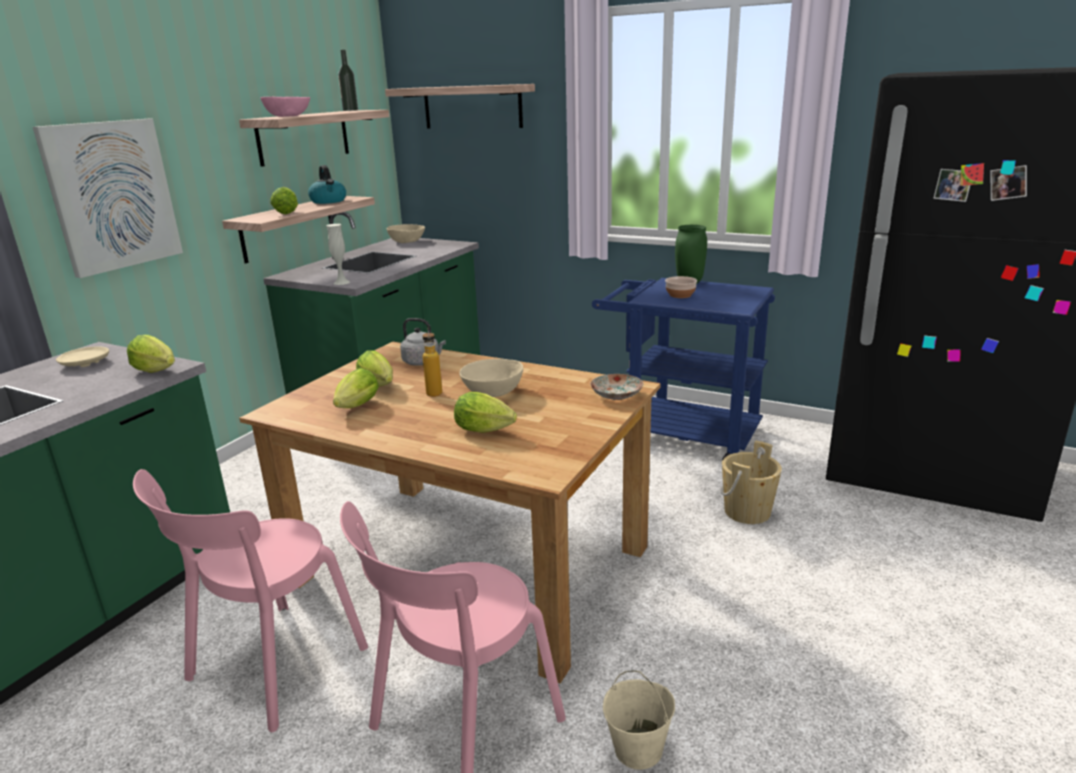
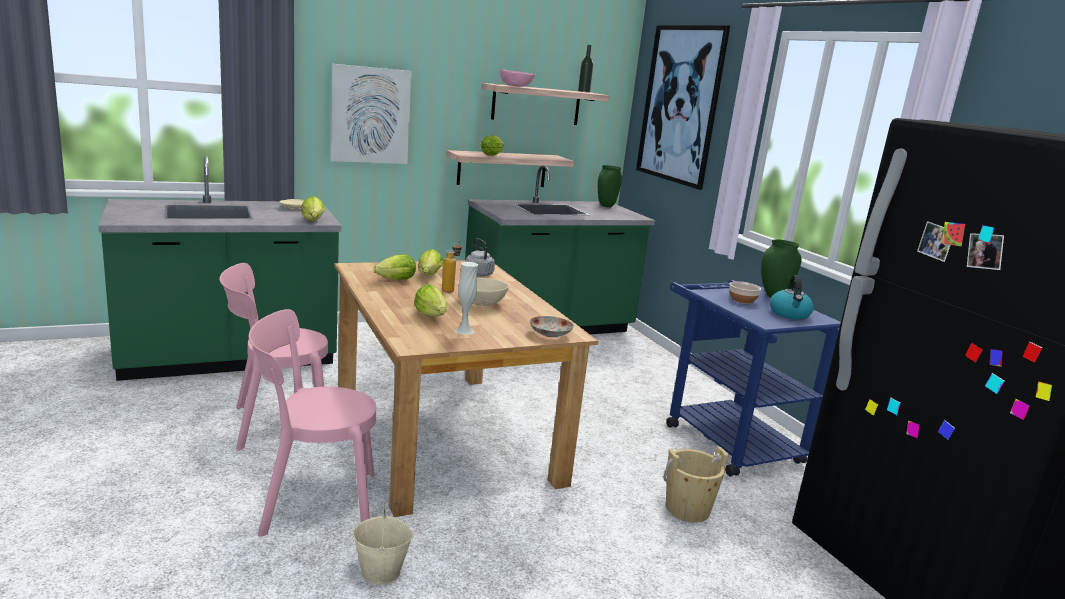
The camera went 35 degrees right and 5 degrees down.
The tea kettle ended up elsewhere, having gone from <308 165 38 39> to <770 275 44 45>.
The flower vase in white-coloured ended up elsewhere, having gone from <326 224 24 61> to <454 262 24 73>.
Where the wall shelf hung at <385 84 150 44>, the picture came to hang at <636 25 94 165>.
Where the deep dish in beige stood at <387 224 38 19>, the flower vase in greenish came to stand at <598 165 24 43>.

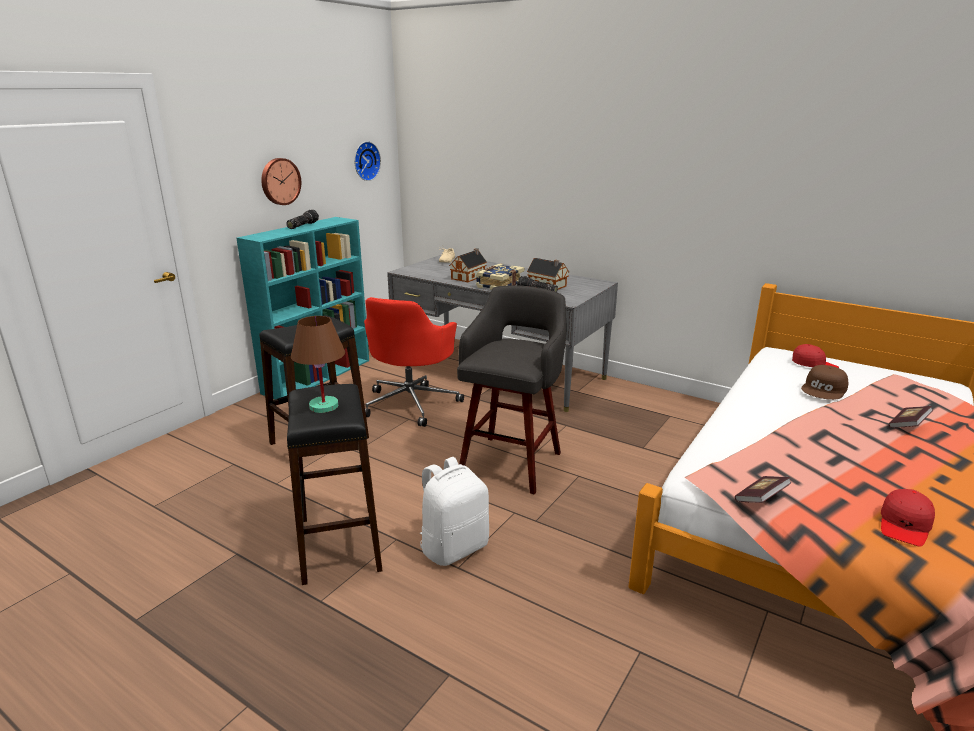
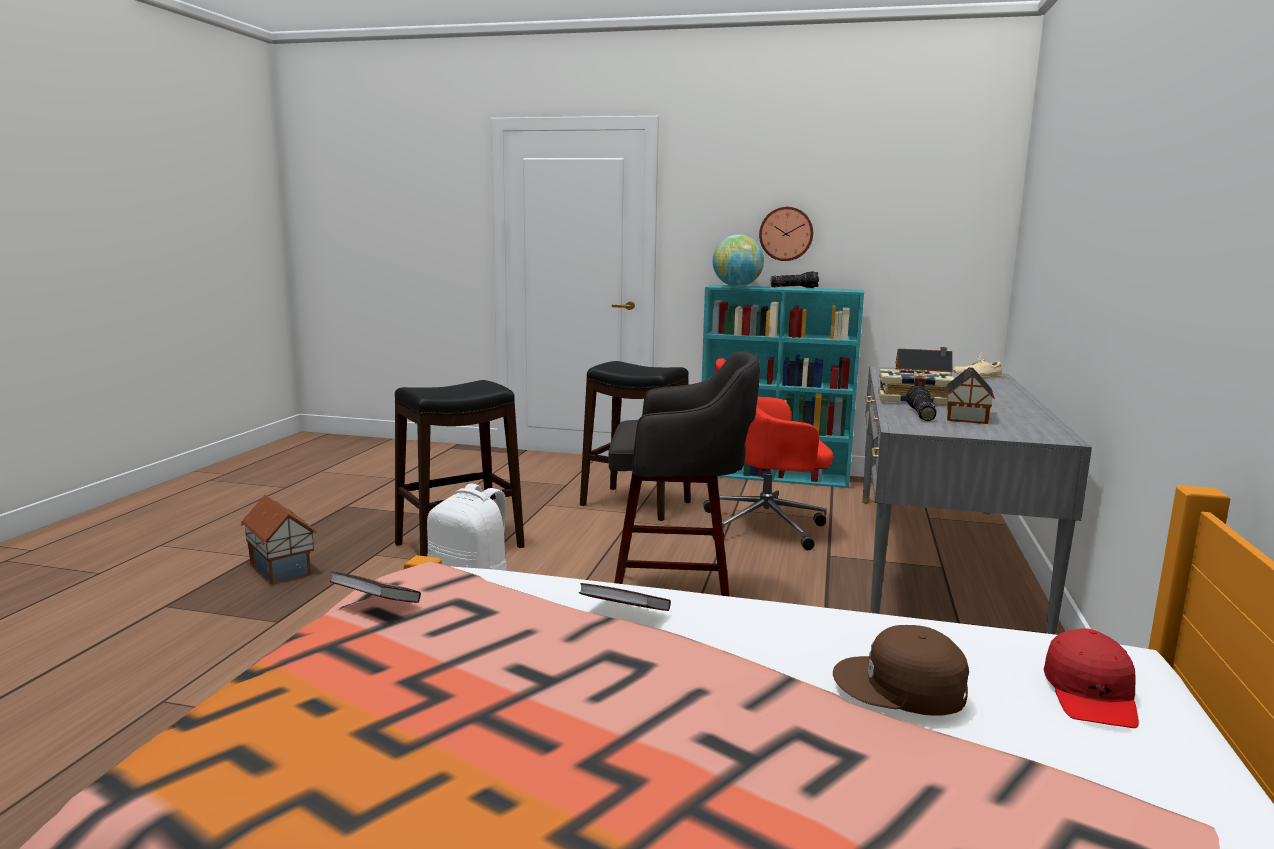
The camera went 70 degrees right and 10 degrees down.
The second view lost the lamp for a table in brownish at <291 316 54 97>.
The second view lost the wall clock at <354 141 27 40>.
The second view lost the peaked cap in red-coloured at <881 489 54 58>.
The bound book ended up elsewhere, having gone from <889 406 44 22> to <579 583 92 28>.
The second view gained the model house at <240 495 77 89>.
The second view gained the globe at <713 235 51 52>.

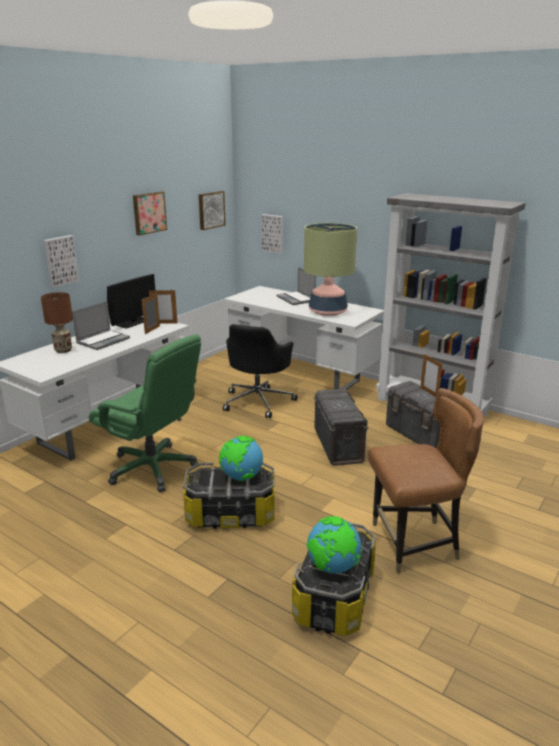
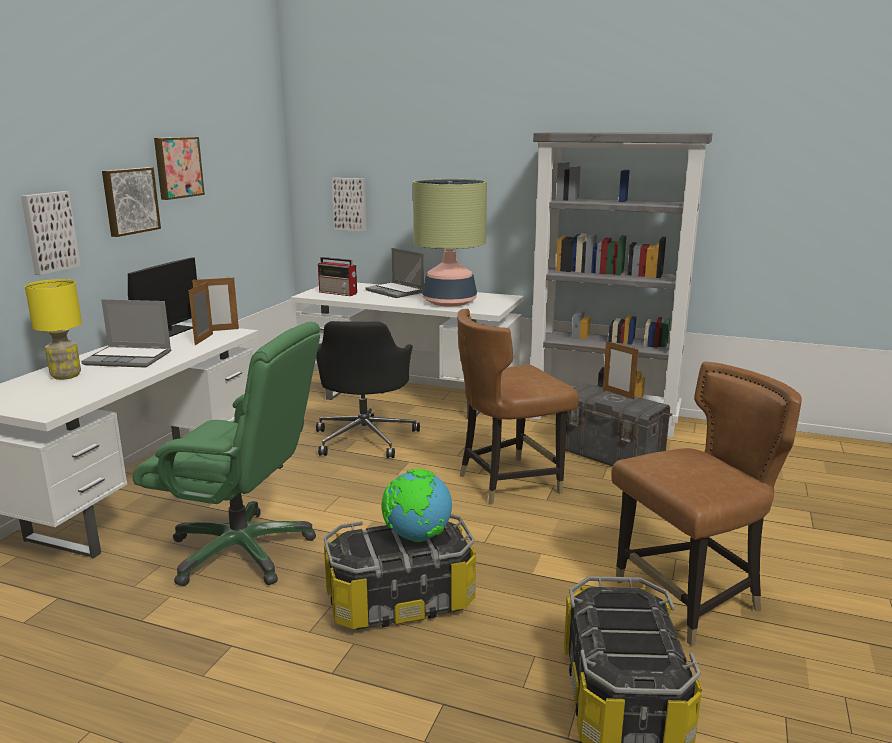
The camera went 15 degrees left and 5 degrees down.
What was the lamp for a table in brownish at <41 292 32 61> turned into the lamp for a table in yellow-coloured at <25 279 57 101>.
The laptop at <72 301 58 49> ended up facing another way, 75 degrees clockwise from before.
The picture ended up elsewhere, having gone from <199 191 27 39> to <102 167 59 70>.
The second view lost the globe at <306 516 56 58>.
Where the storage bin in grey stood at <314 389 54 77>, the upright chair in brownish came to stand at <457 309 122 195>.
The second view gained the radio set at <318 257 39 39>.

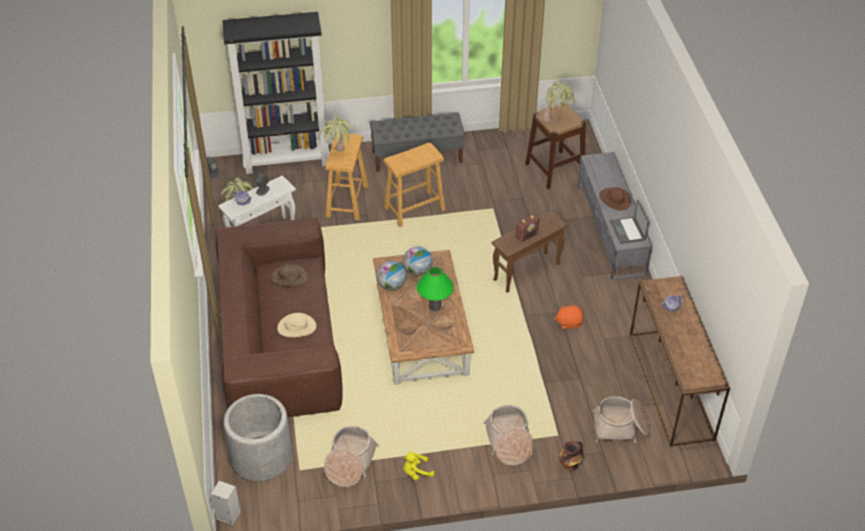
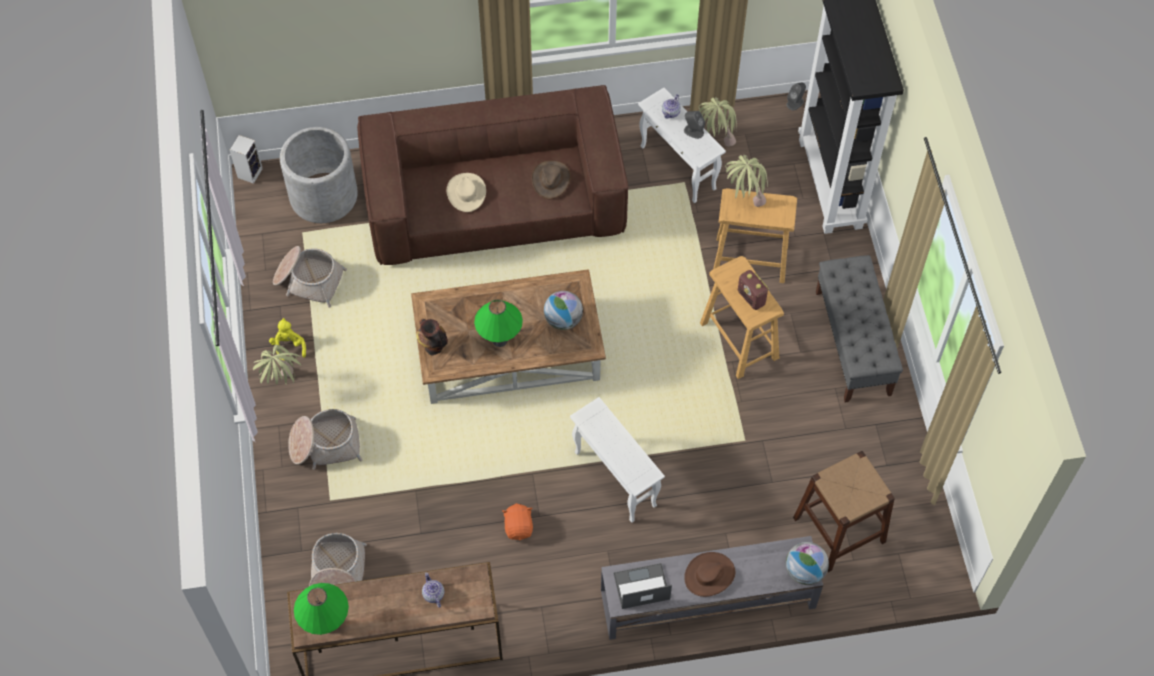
The camera went 90 degrees right and 15 degrees up.
The globe ended up elsewhere, having gone from <377 261 30 30> to <786 542 43 43>.
What was the side table in brownish at <491 211 77 82> turned into the side table in white-coloured at <570 397 95 126>.
The radio set ended up elsewhere, having gone from <516 214 23 28> to <738 270 31 40>.
The potted plant ended up elsewhere, having gone from <542 81 33 41> to <253 345 49 40>.
The flower vase ended up elsewhere, having gone from <559 441 25 31> to <416 319 32 36>.
The second view gained the lamp for a table in greenish at <294 583 55 52>.

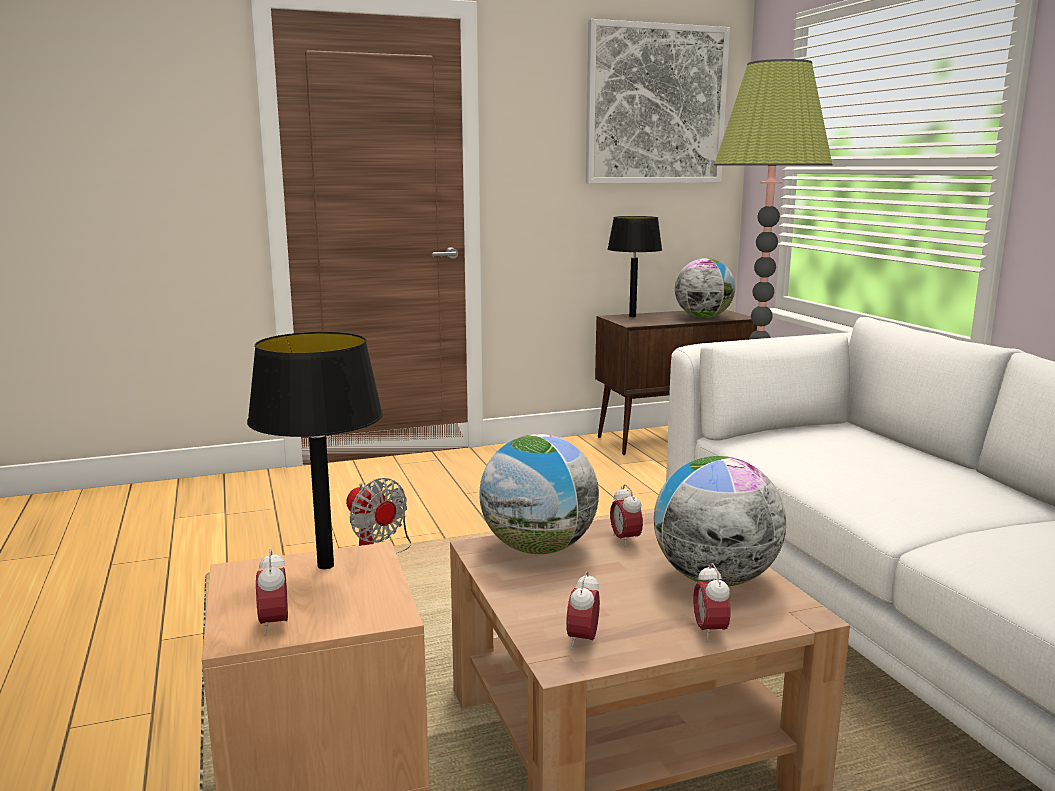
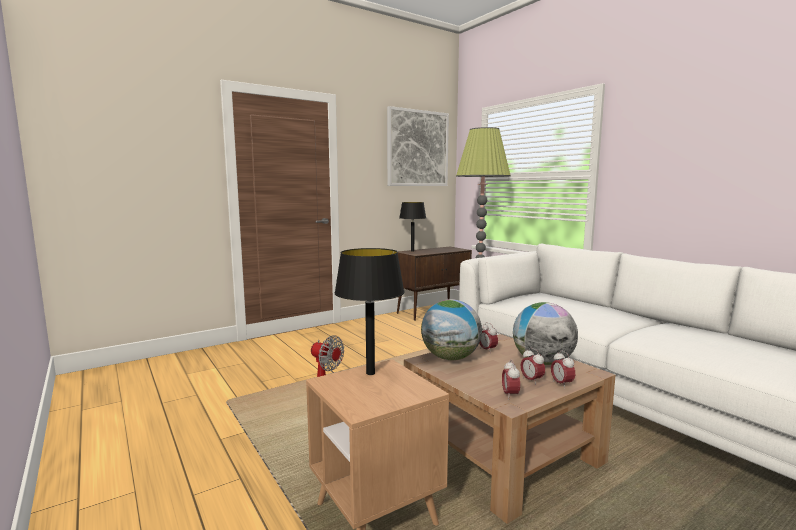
The camera went 15 degrees left and 5 degrees down.
The alarm clock ended up elsewhere, having gone from <256 549 32 87> to <521 348 24 37>.
The second view lost the globe at <675 258 60 60>.

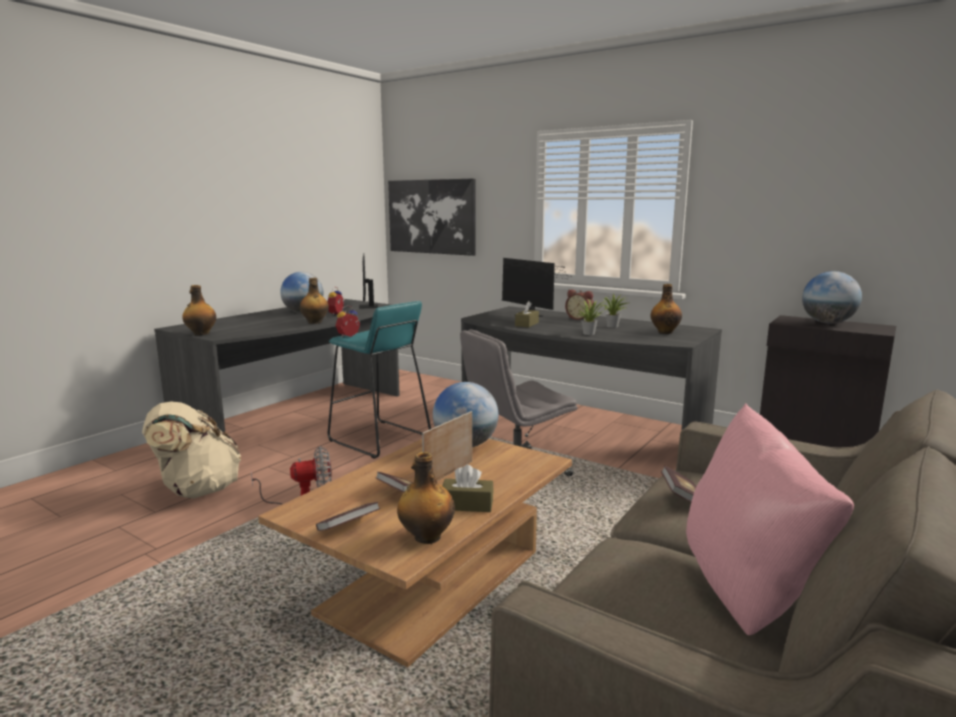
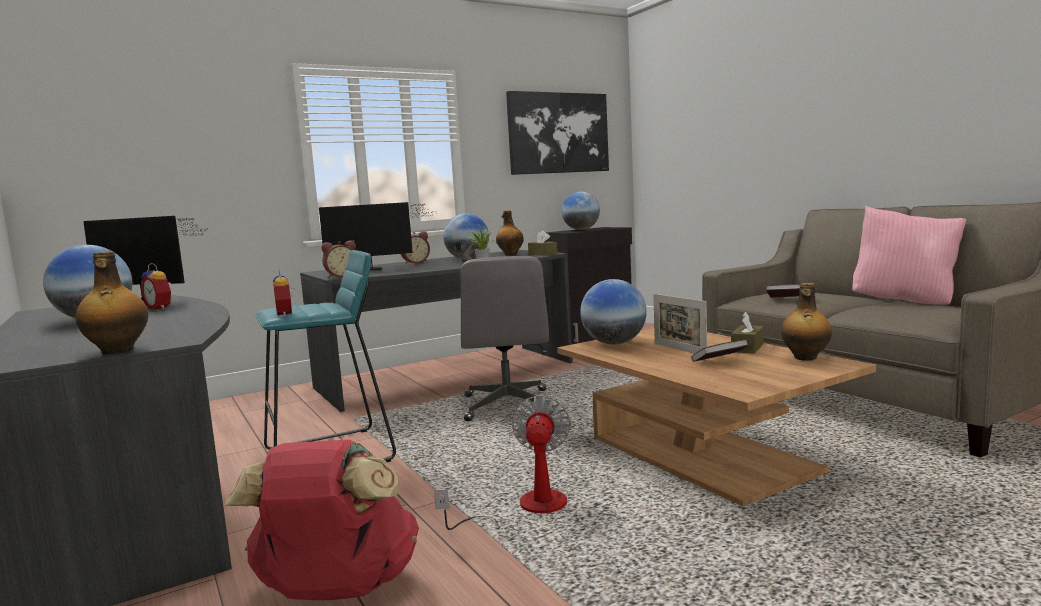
The camera went 65 degrees left and 5 degrees down.
What was the backpack in beige at <142 401 99 98> turned into the backpack in red-coloured at <225 440 194 160>.
The second view lost the beverage bottle at <300 278 29 46>.
The second view lost the bound book at <316 502 65 29>.
The picture ended up elsewhere, having gone from <388 178 88 78> to <506 91 103 84>.
The box of tissues in brownish ended up elsewhere, having gone from <515 301 24 26> to <528 231 29 25>.
Where the potted plant stood at <604 293 23 35>, the globe came to stand at <443 214 46 45>.
The second view gained the alarm clock at <321 240 35 38>.

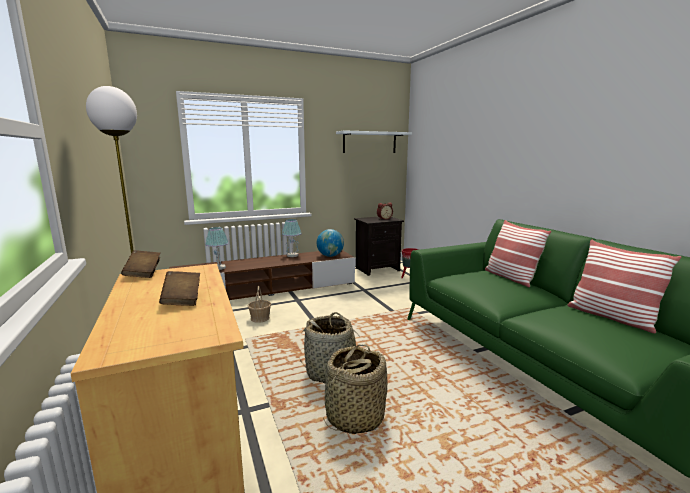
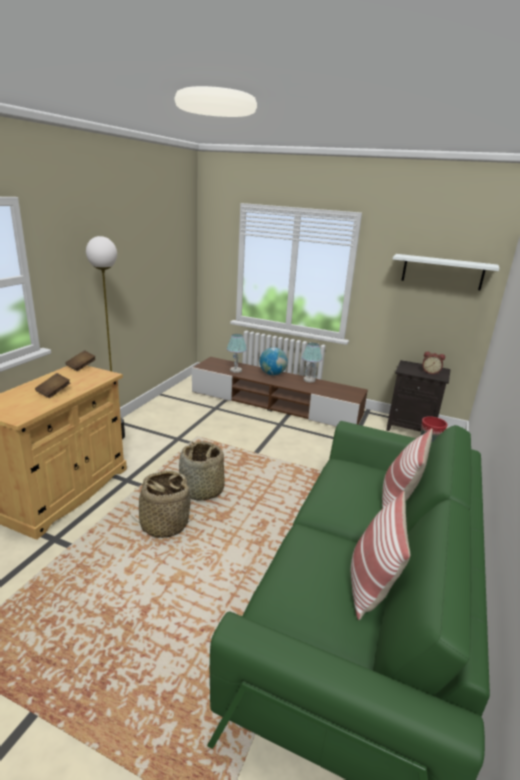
The camera went 45 degrees right and 10 degrees up.
The second view lost the basket at <248 286 23 37>.
The globe ended up elsewhere, having gone from <317 229 27 28> to <260 347 28 28>.

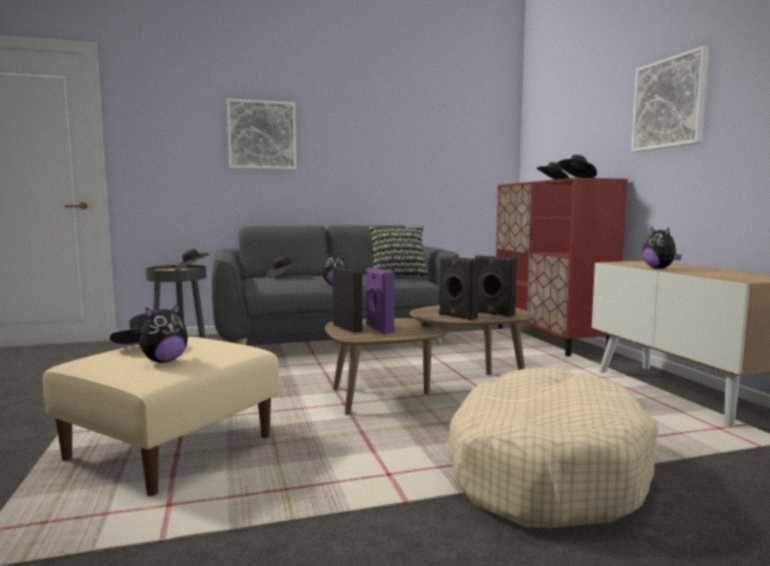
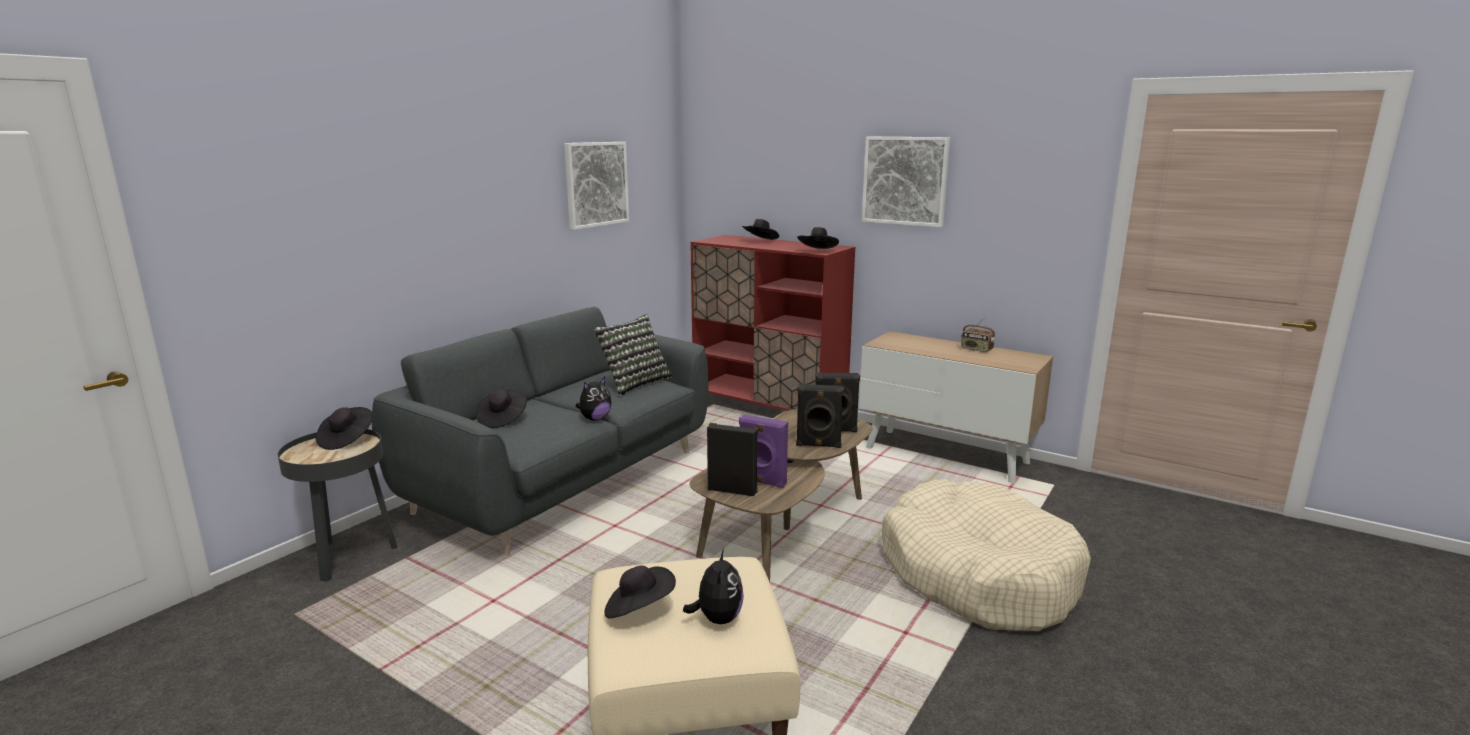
The camera went 40 degrees left and 10 degrees up.
The picture ended up elsewhere, having gone from <227 99 70 71> to <564 142 65 88>.
The second view lost the soft toy at <643 227 39 42>.
The second view gained the radio set at <961 316 35 36>.

